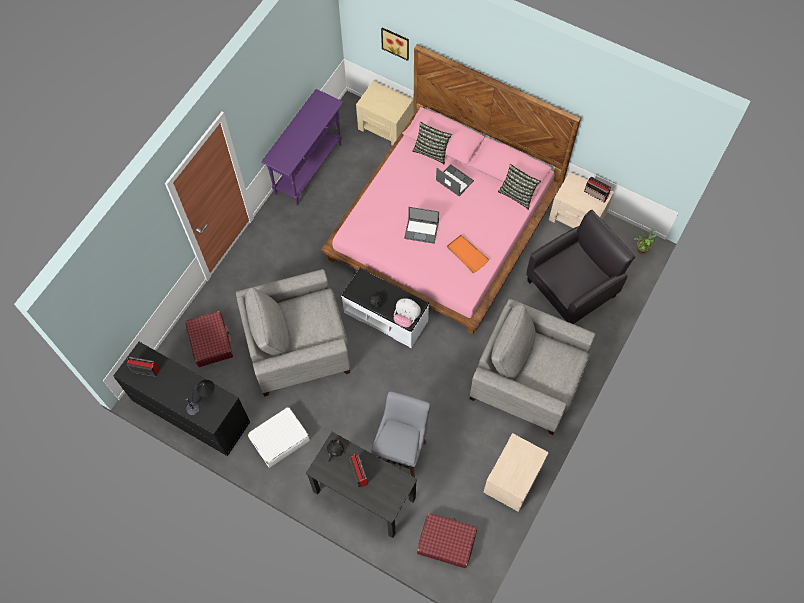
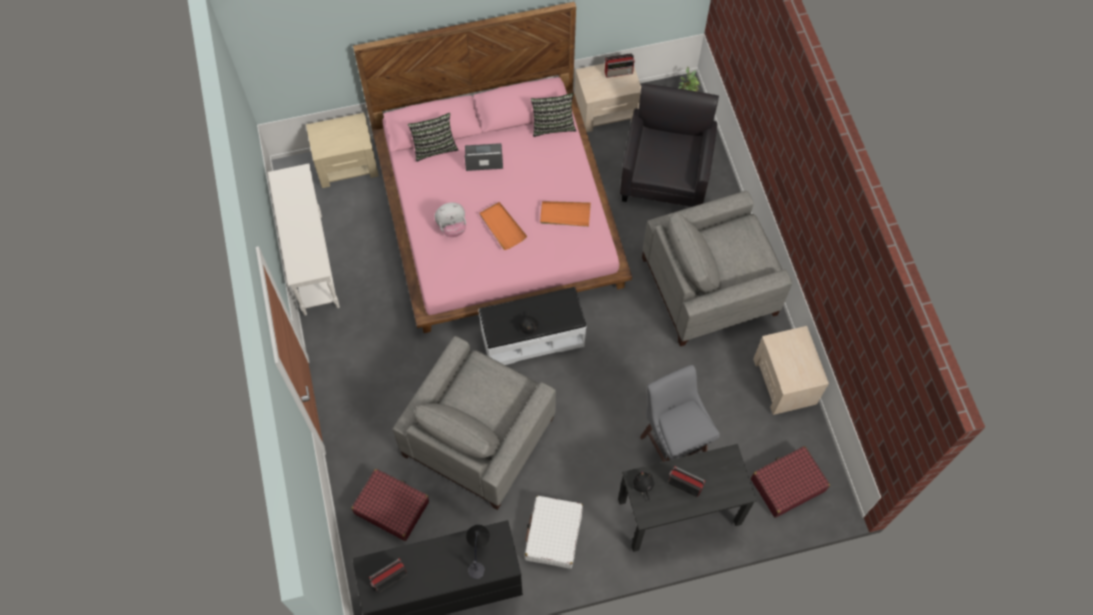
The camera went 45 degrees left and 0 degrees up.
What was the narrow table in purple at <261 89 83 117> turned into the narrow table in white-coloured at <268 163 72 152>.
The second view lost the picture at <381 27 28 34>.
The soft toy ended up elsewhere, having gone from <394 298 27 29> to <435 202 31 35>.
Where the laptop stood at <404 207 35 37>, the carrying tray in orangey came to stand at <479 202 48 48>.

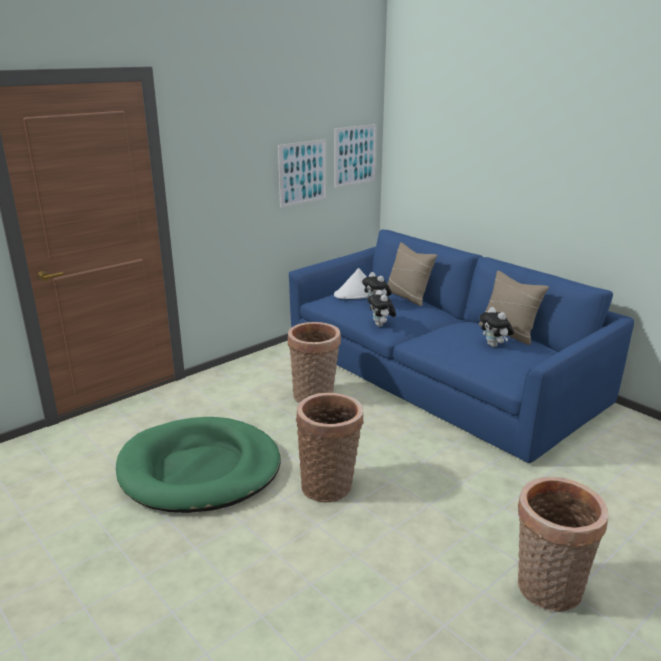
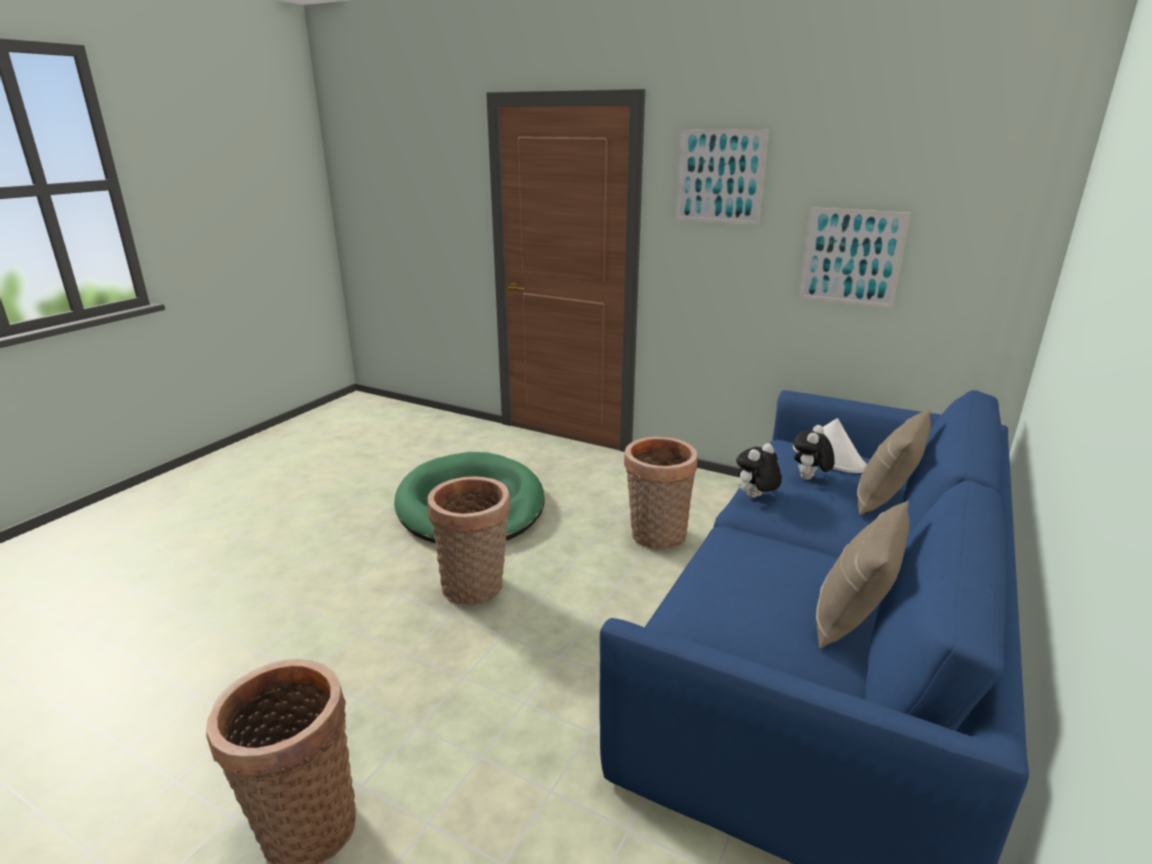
The camera went 70 degrees right and 0 degrees up.
The picture ended up elsewhere, having gone from <334 124 43 64> to <676 129 93 96>.
The second view lost the soft toy at <479 307 35 40>.

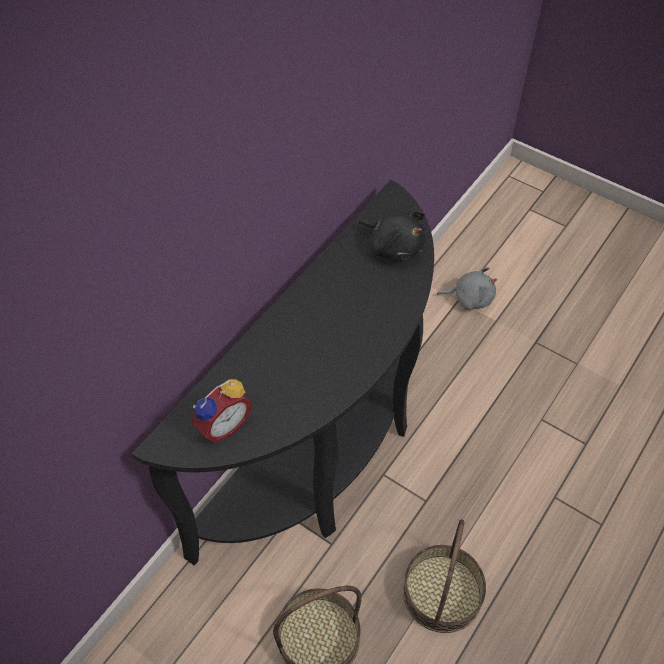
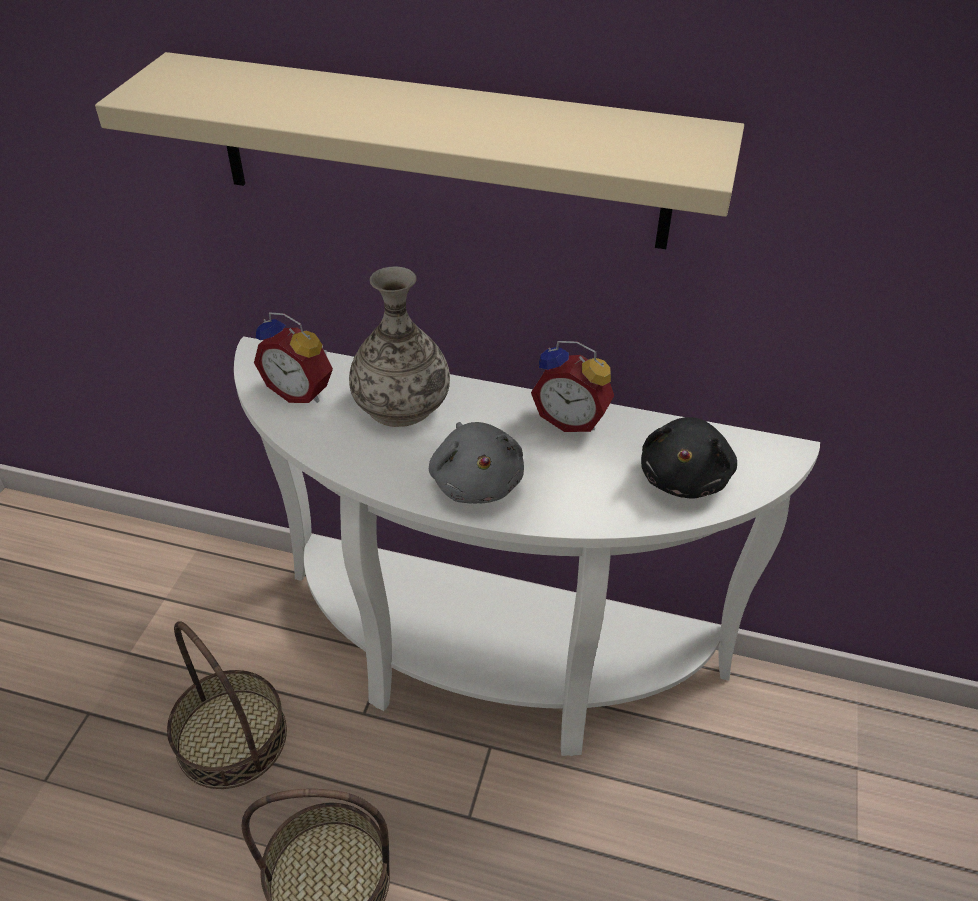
The camera went 70 degrees right and 10 degrees down.
What was the narrow table in blackish at <132 180 302 386> turned into the narrow table in white-coloured at <234 336 586 420>.
The soft toy in grey ended up elsewhere, having gone from <437 267 60 43> to <429 422 95 82>.
The second view gained the wall shelf in beige at <95 52 649 197>.
The second view gained the flower vase at <349 266 101 161>.
The second view gained the alarm clock at <531 341 83 91>.

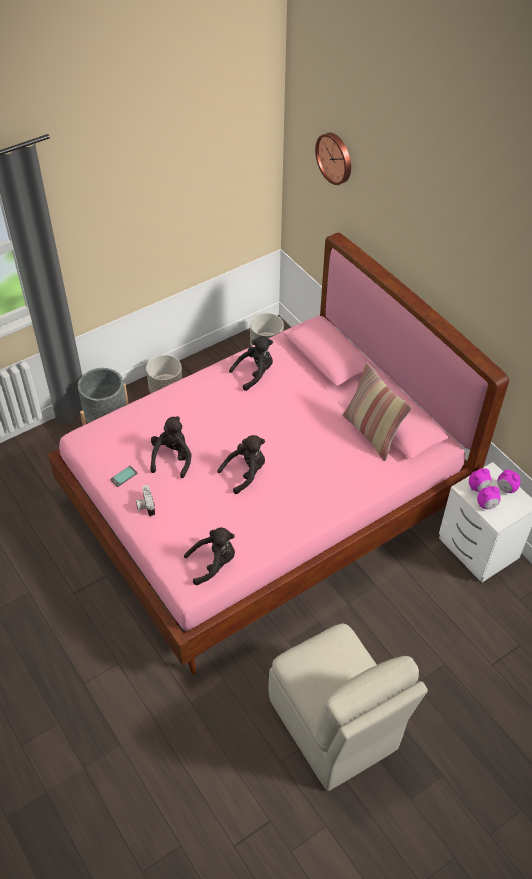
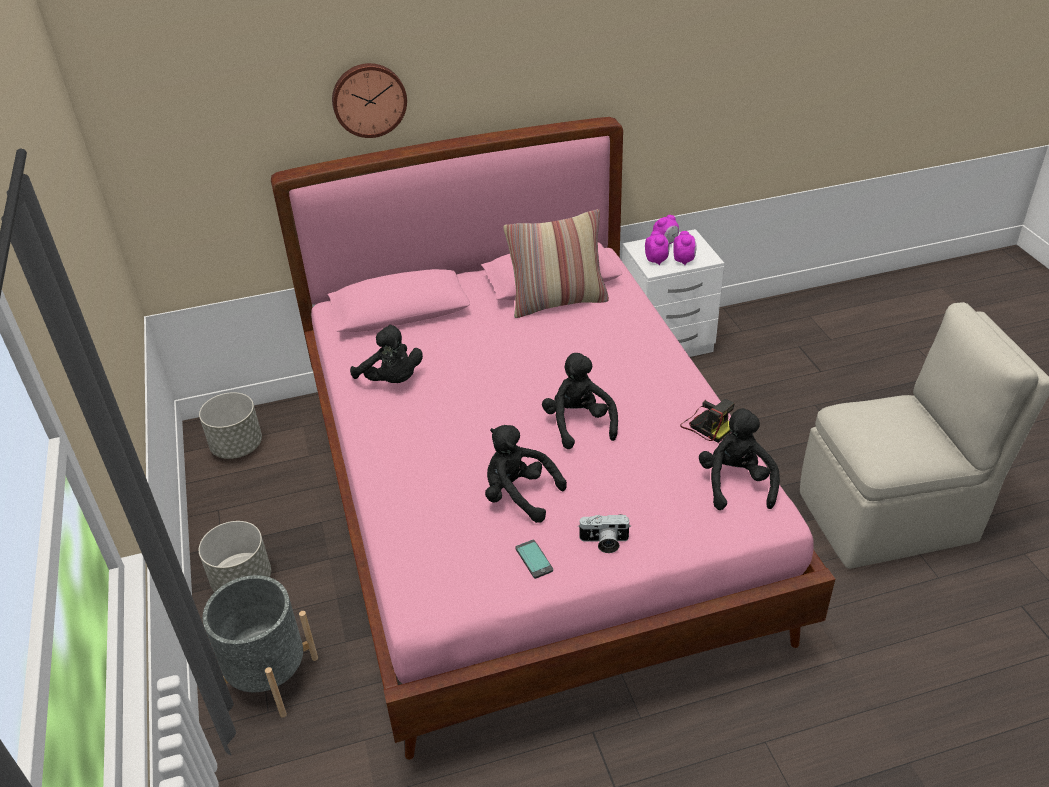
The camera went 70 degrees left and 10 degrees down.
The soft toy in blackish at <229 336 44 55> ended up facing another way, 150 degrees clockwise from before.
The wall clock ended up elsewhere, having gone from <315 133 36 52> to <332 63 75 75>.
The second view gained the photo camera at <680 399 55 44>.

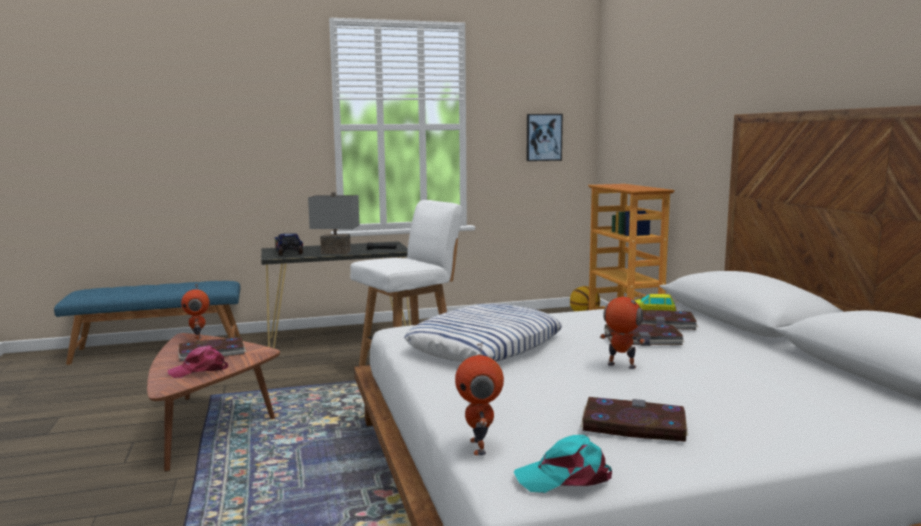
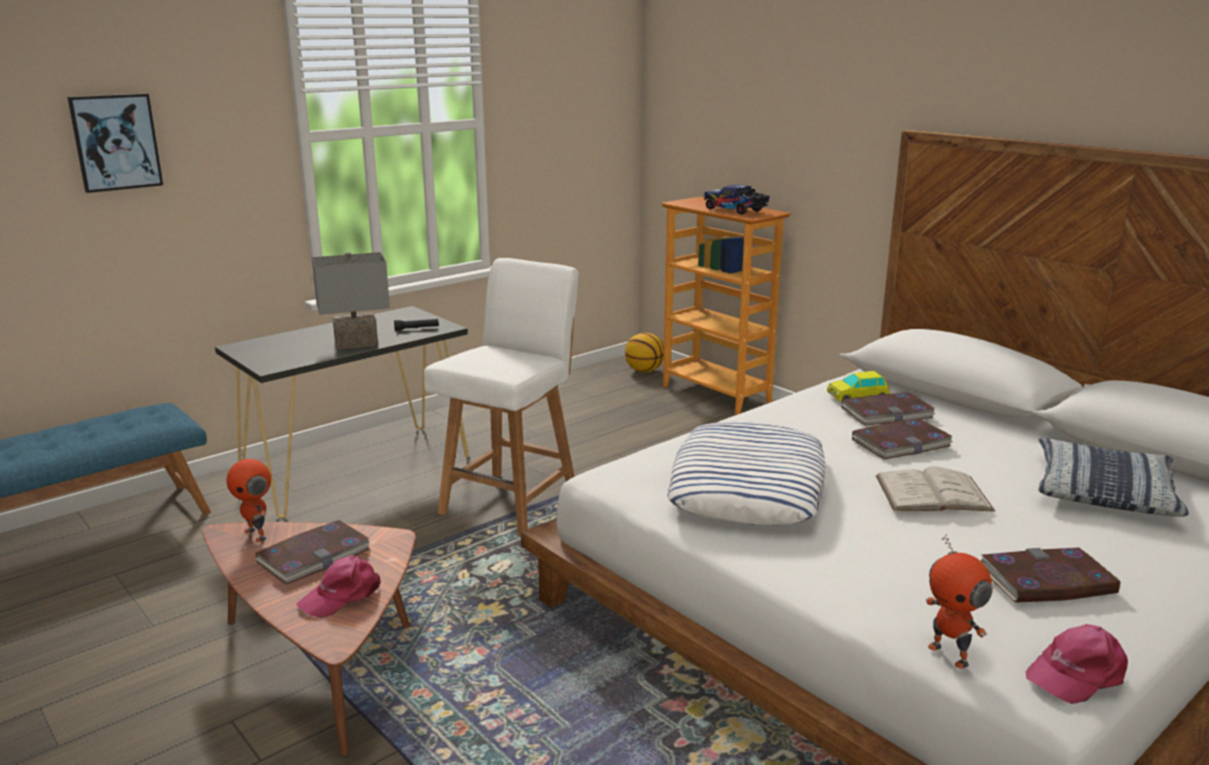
The camera went 25 degrees left and 10 degrees up.
The model truck ended up elsewhere, having gone from <275 233 28 23> to <704 185 66 30>.
What was the peaked cap in turquoise at <514 435 98 58> turned into the peaked cap in pink-coloured at <1026 624 102 80>.
The picture ended up elsewhere, having gone from <527 114 36 47> to <68 93 95 100>.
Where the robot figure stood at <600 294 45 75>, the bound book in white-coloured came to stand at <876 466 119 46>.
The second view gained the cushion at <1038 438 151 79>.

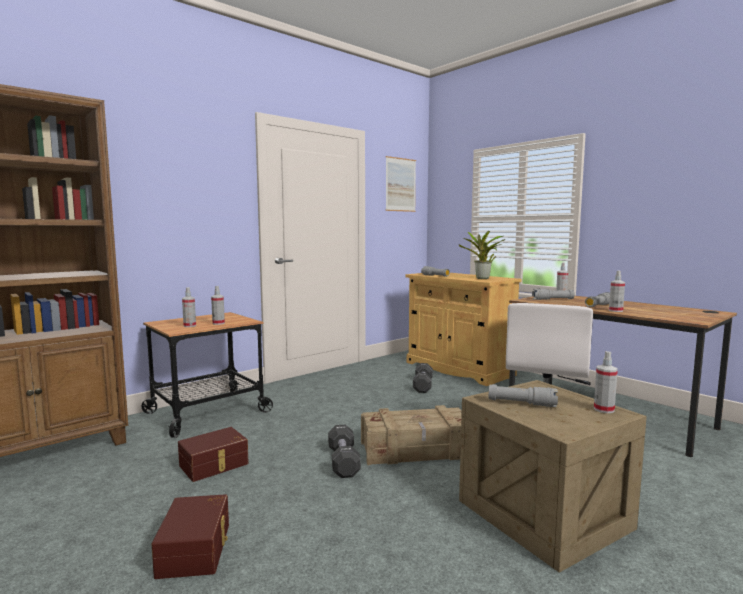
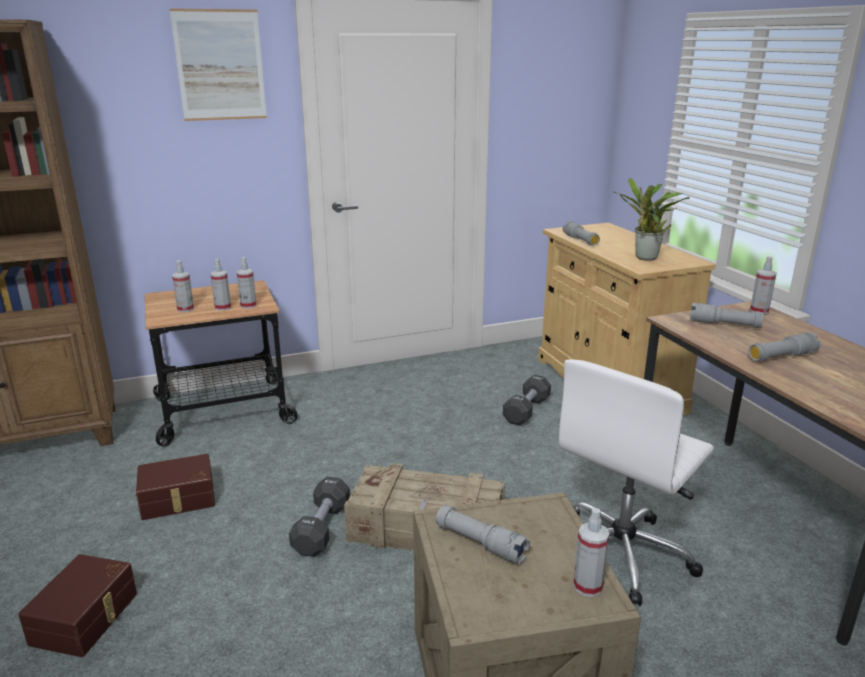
The camera went 20 degrees right and 15 degrees up.
The picture ended up elsewhere, having gone from <385 156 31 56> to <170 8 97 113>.
The spray bottle ended up elsewhere, having gone from <609 271 16 41> to <237 257 20 52>.

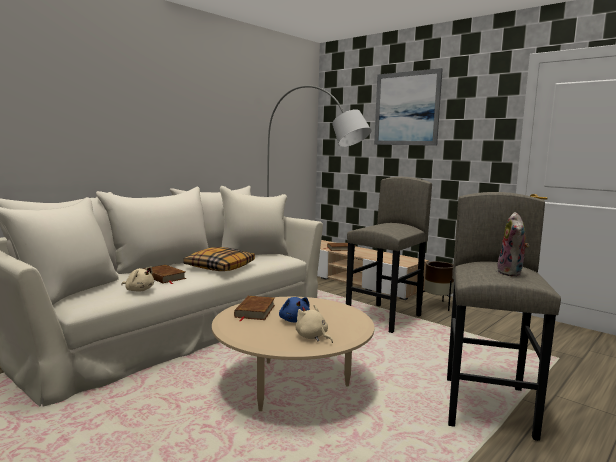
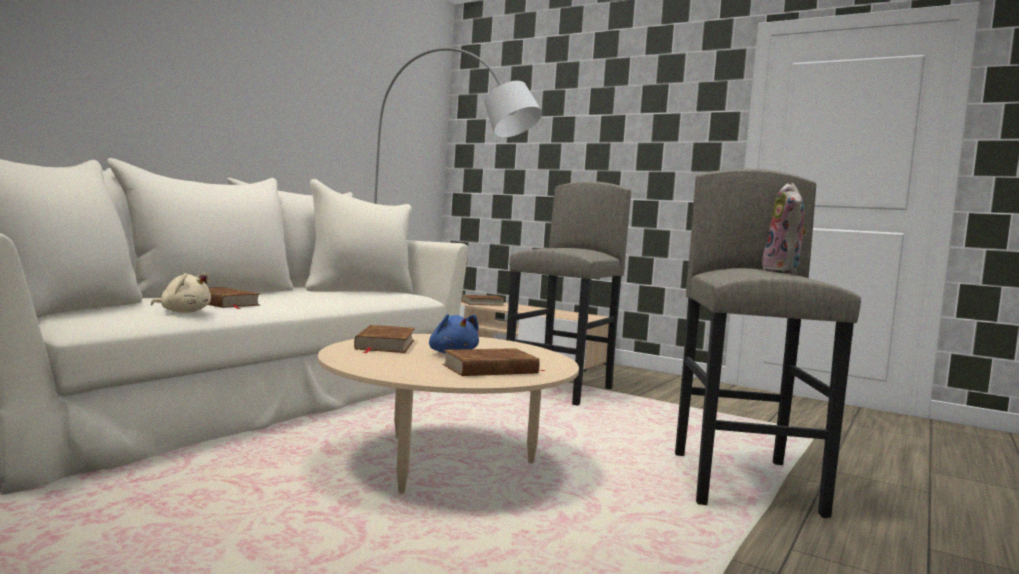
The camera went 10 degrees left and 5 degrees down.
The second view lost the cushion at <183 247 72 24>.
Where the soft toy in beige stood at <295 305 38 38>, the bound book in brownish came to stand at <442 348 102 28>.
The second view lost the picture at <374 68 69 78>.
The second view lost the planter in brownish at <422 261 32 50>.

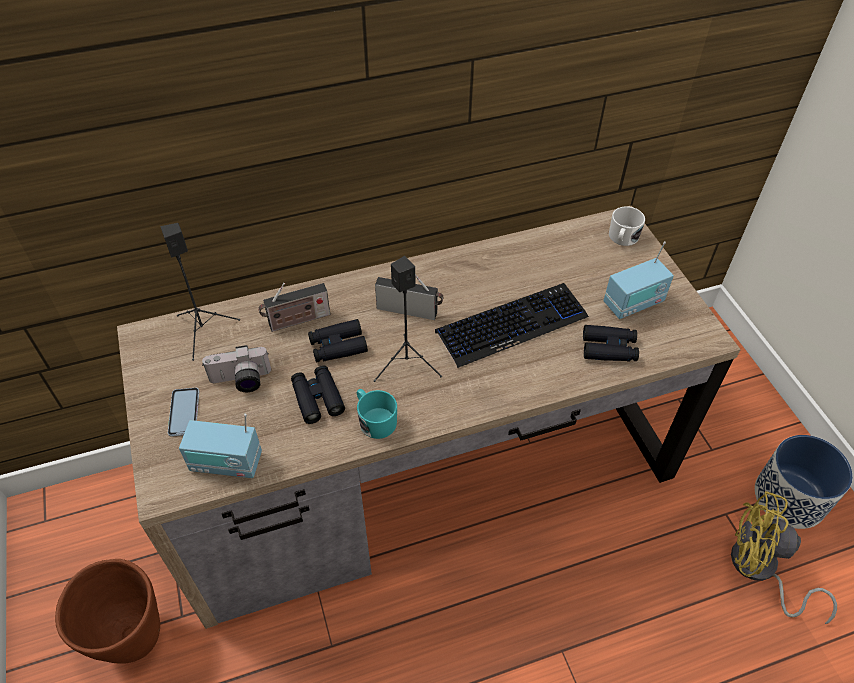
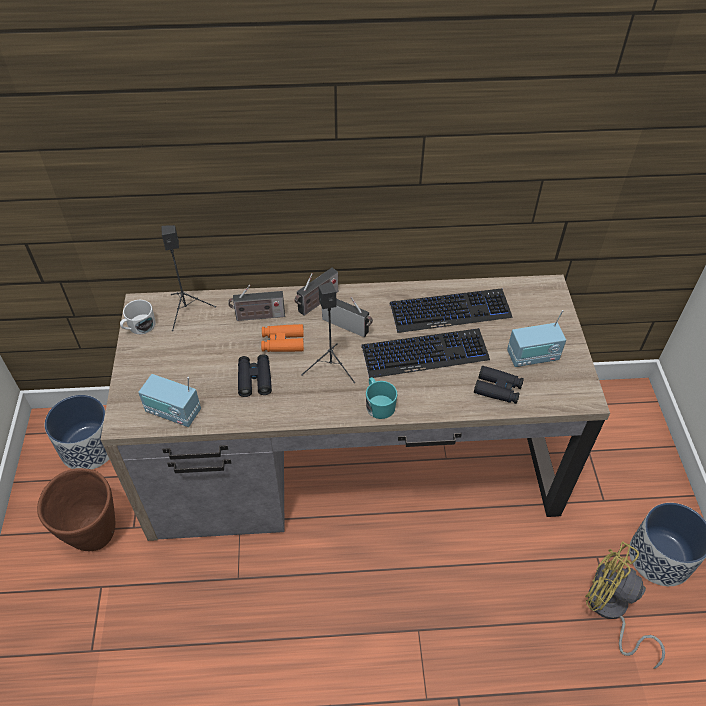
The camera went 15 degrees right and 0 degrees up.
The second view lost the telephone at <168 388 31 49>.
The second view lost the photo camera at <202 345 69 47>.
What was the field glasses in blackish at <308 319 60 43> turned into the field glasses in orangey at <261 324 43 28>.
The tea mug in turquoise ended up elsewhere, having gone from <357 389 40 50> to <366 377 31 42>.
The tea mug in white-coloured ended up elsewhere, having gone from <609 206 36 40> to <120 300 36 34>.
The second view gained the planter at <45 395 64 74>.
The second view gained the radio set at <295 268 43 48>.
The second view gained the computer keyboard at <390 288 123 45>.

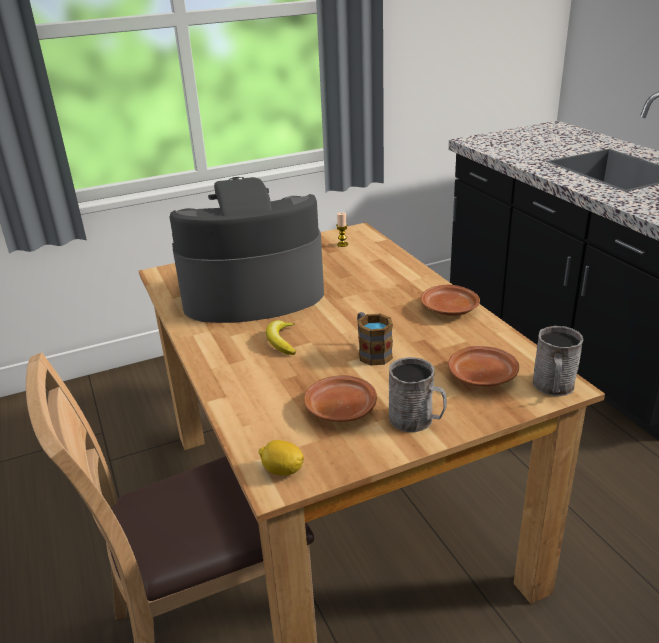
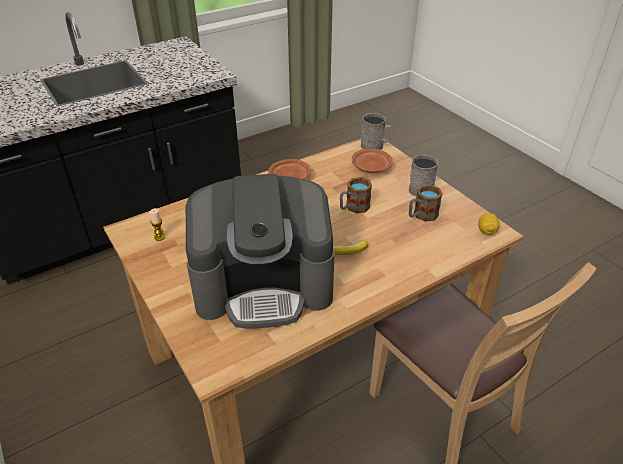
The camera went 100 degrees left and 10 degrees up.
The coffee maker at <170 177 154 146> ended up facing another way, 75 degrees counterclockwise from before.
Where the plate in brownish stood at <304 375 73 47>, the tea mug came to stand at <409 185 34 37>.

